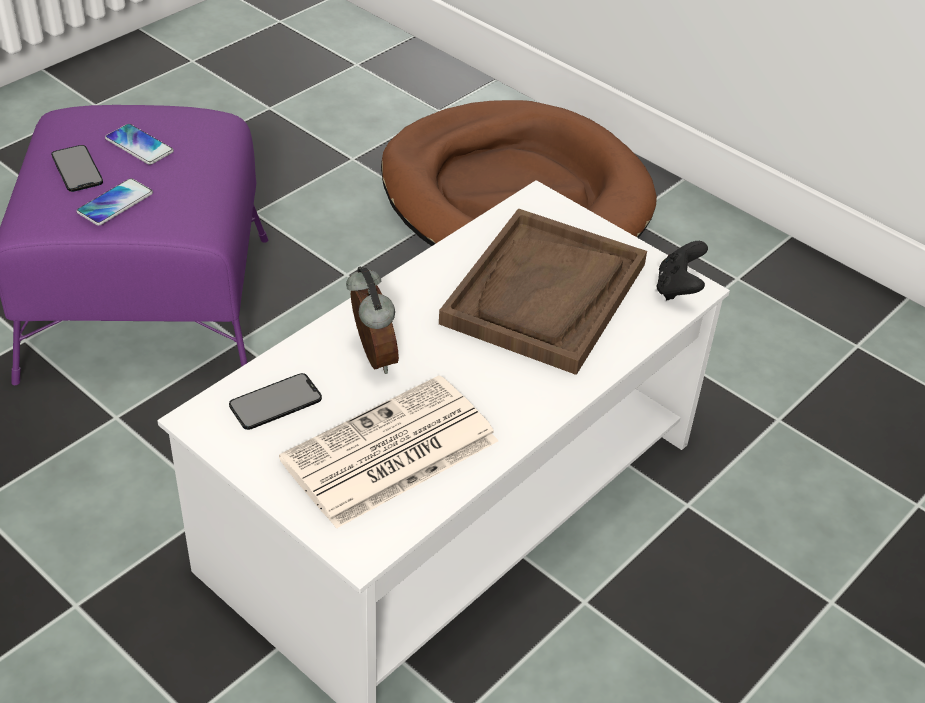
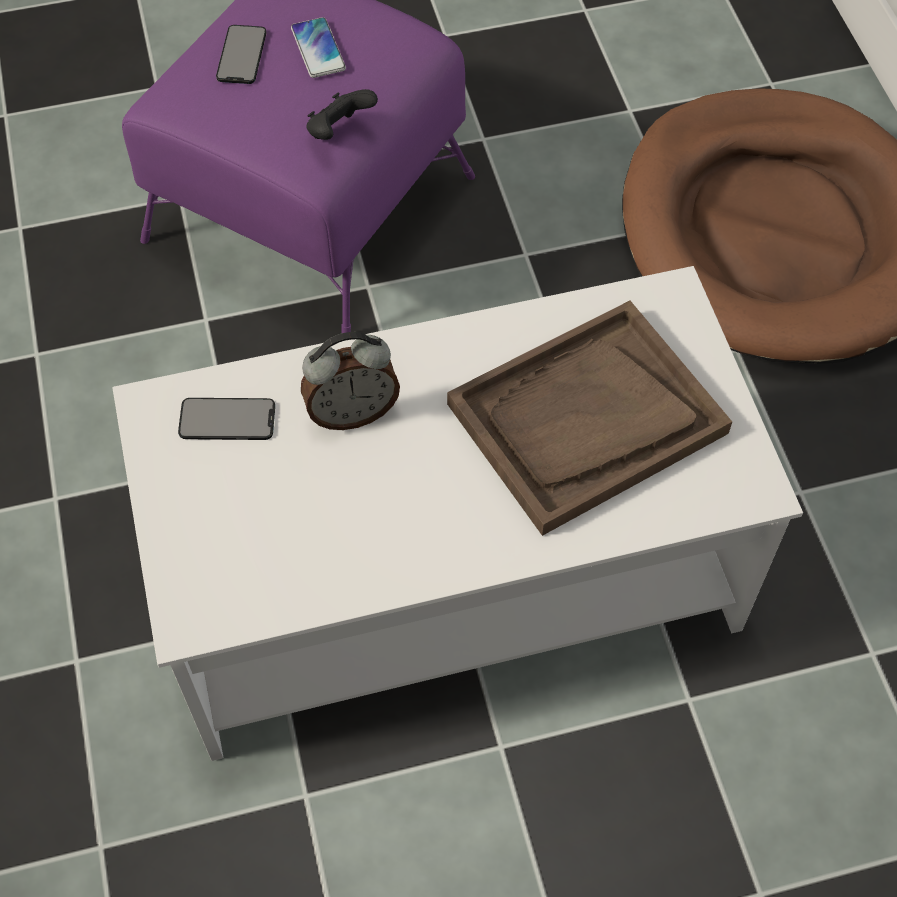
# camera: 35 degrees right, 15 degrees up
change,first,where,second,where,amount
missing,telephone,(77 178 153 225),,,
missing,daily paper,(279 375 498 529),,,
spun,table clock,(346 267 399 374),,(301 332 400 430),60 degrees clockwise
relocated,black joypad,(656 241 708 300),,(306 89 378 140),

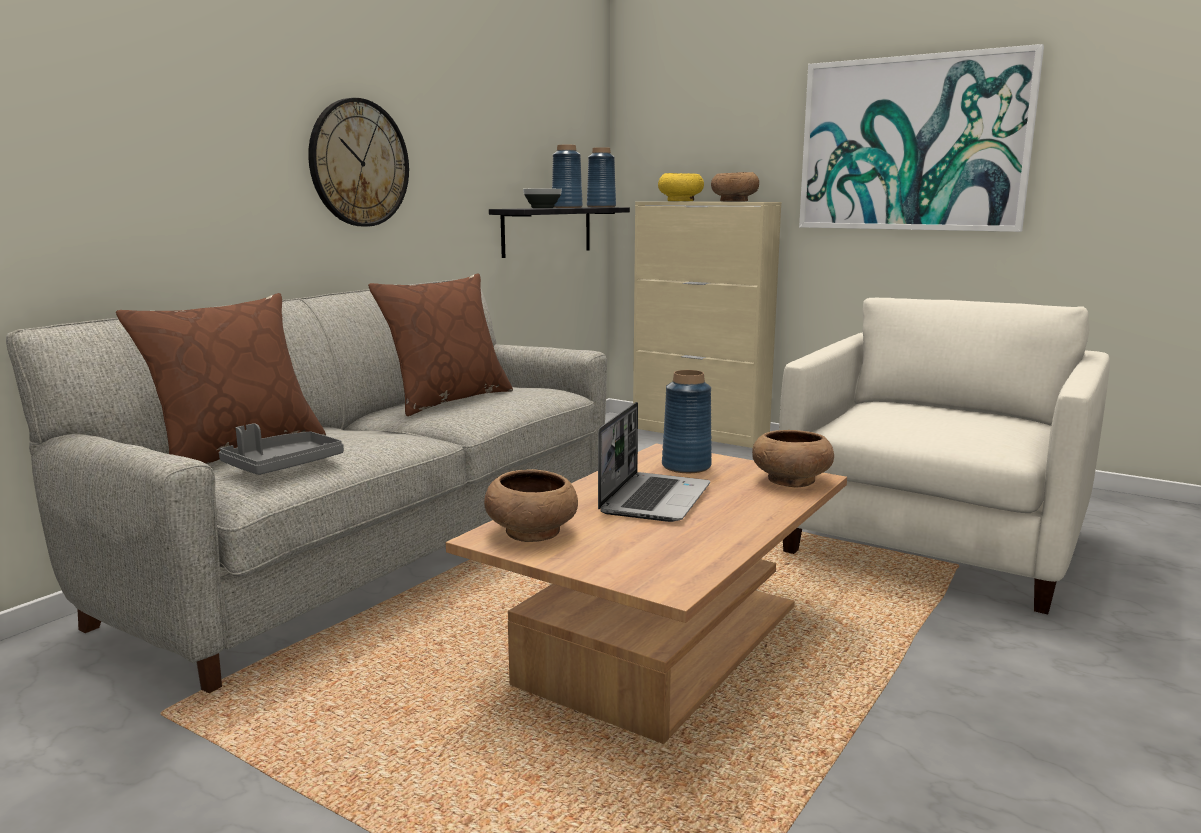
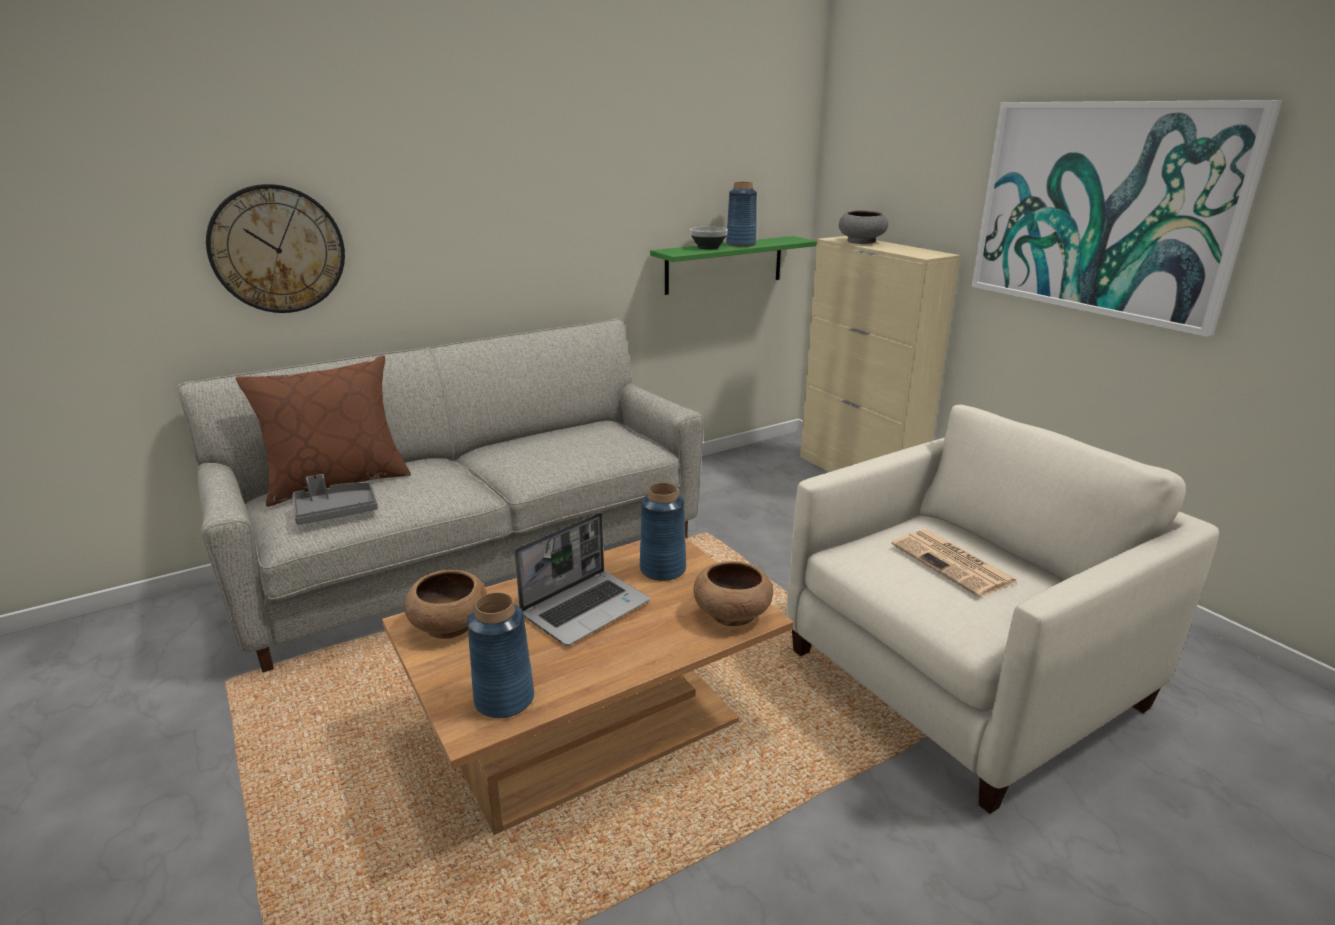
# camera: 25 degrees right, 10 degrees up
change,first,where,second,where,amount
relocated,wall clock,(308 98 409 227),,(206 184 345 313),
missing,brownish pillow,(368 273 513 416),,,
colour,black wall shelf,(489 207 630 258),green wall shelf,(650 236 817 295),
relocated,blue decorative vase,(587 147 616 207),,(467 592 534 718),
colour,yellowish serving bowl,(658 173 704 201),gray serving bowl,(839 210 888 244),
missing,brownish serving bowl,(711 172 759 202),,,
appeared,,,daily paper,(891 529 1018 597),

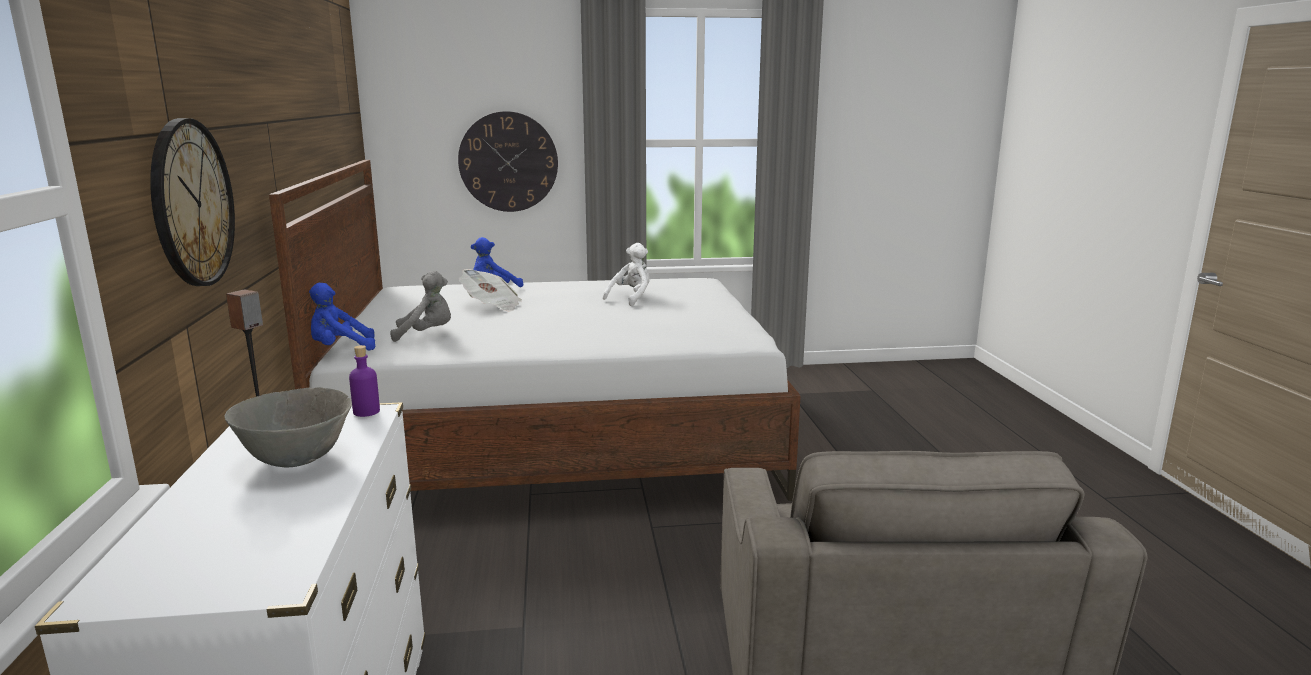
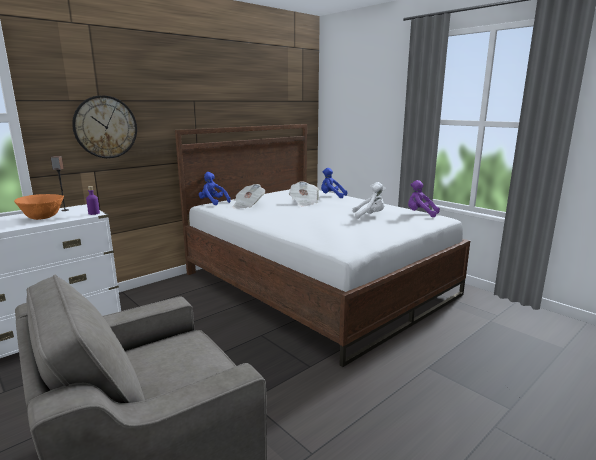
# camera: 55 degrees right, 0 degrees up
change,first,where,second,where,amount
colour,gray serving bowl,(225 387 352 467),orange serving bowl,(14 194 64 220),
exchanged,gray plush toy,(390 271 451 342),daily paper,(233 184 265 209),
missing,wall clock,(458 111 558 212),,,
appeared,,,purple-coloured plush toy,(408 180 440 217),

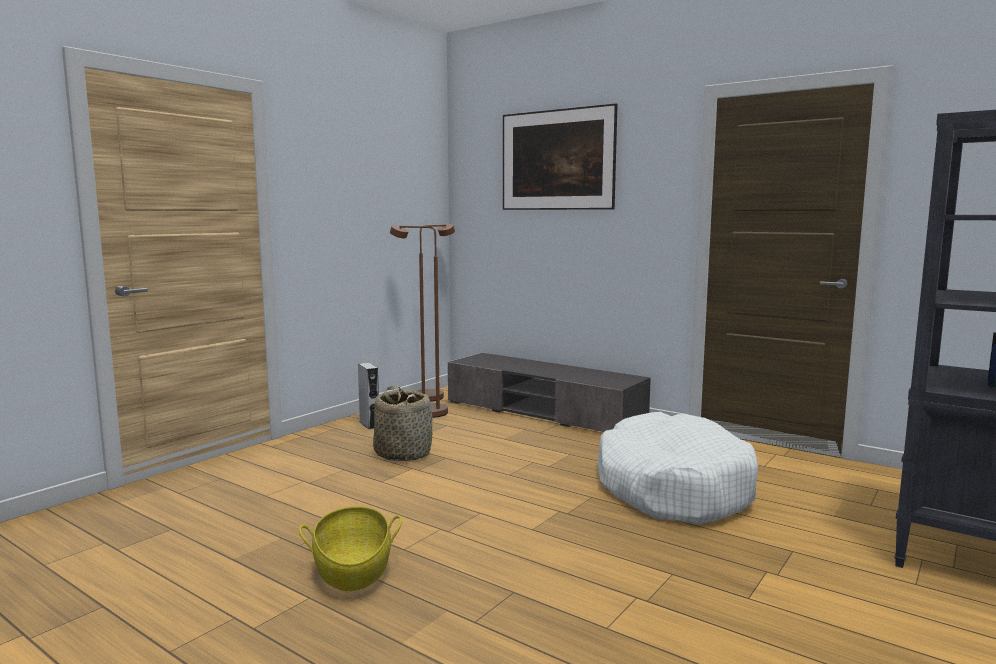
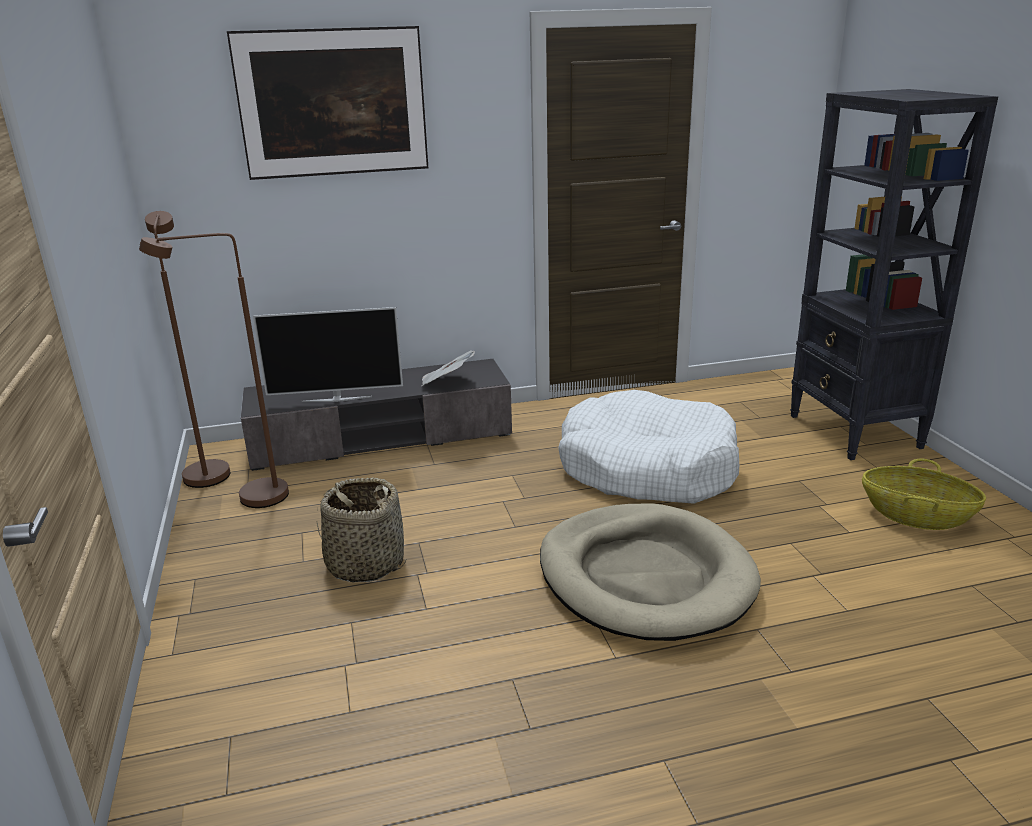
# camera: 50 degrees left, 15 degrees up
change,first,where,second,where,amount
relocated,basket,(299 506 402 591),,(862 459 986 530),
missing,gray speaker,(358 362 379 430),,,
appeared,,,television,(253 307 403 402),
appeared,,,daily paper,(422 350 475 386),
appeared,,,beige-coloured dog cushion,(540 503 761 641),

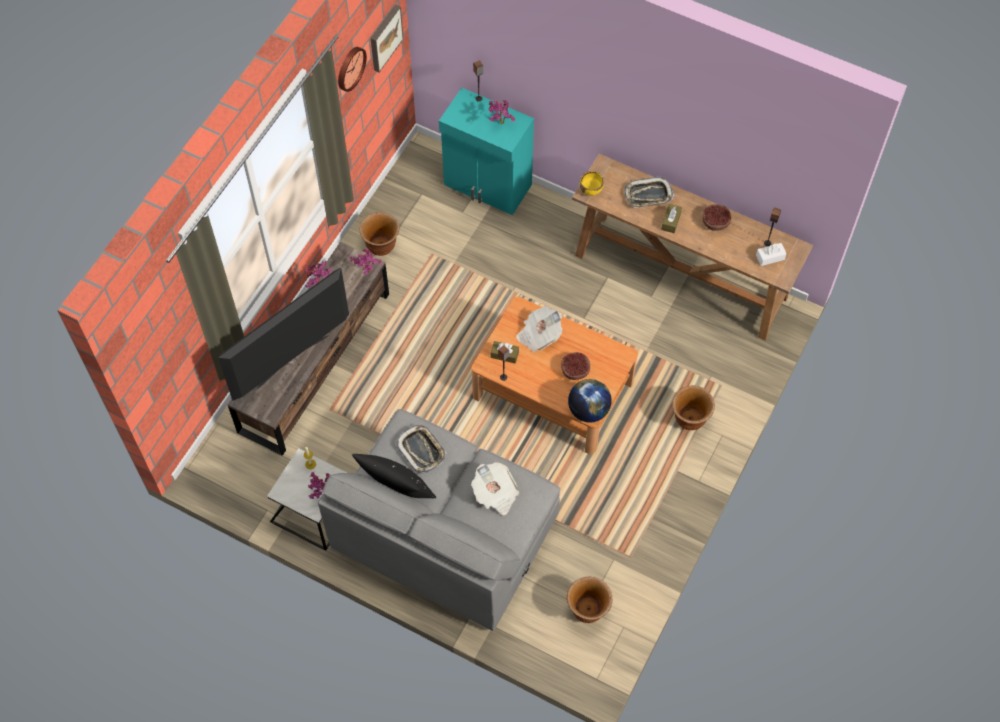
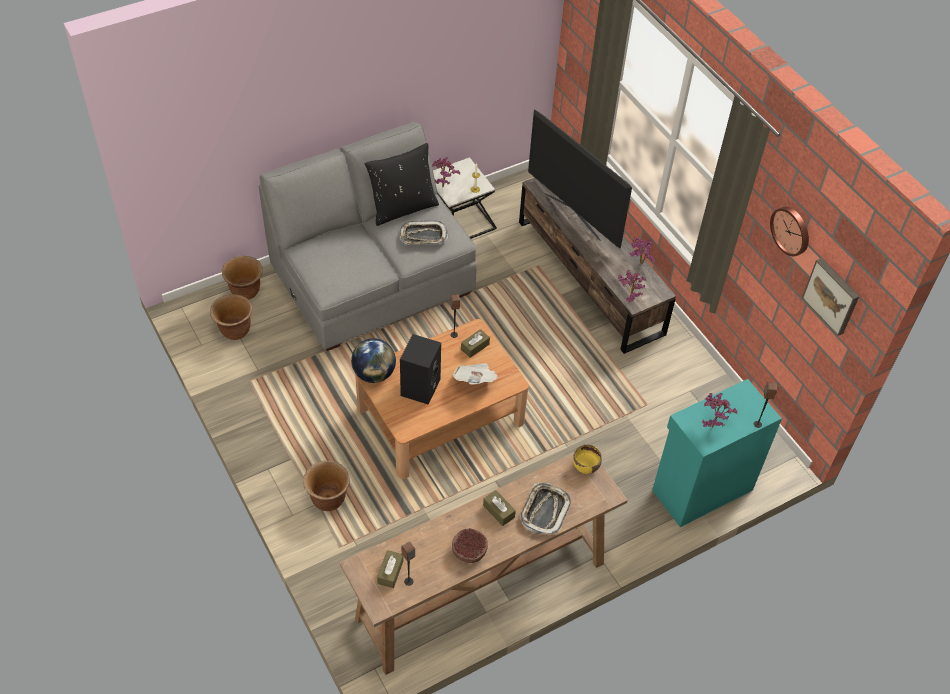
# camera: 120 degrees right, 10 degrees down
change,first,where,second,where,amount
spun,television,(218 268 349 401),,(528 109 632 249),150 degrees clockwise
relocated,brownish plant pot,(360 212 399 256),,(222 256 263 300),
missing,daily paper,(471 462 519 515),,,
exchanged,serving bowl,(561 352 590 380),black speaker,(400 334 441 405),
colour,white-coloured tissue holder,(756 243 787 266),brownish tissue holder,(377 550 403 588),

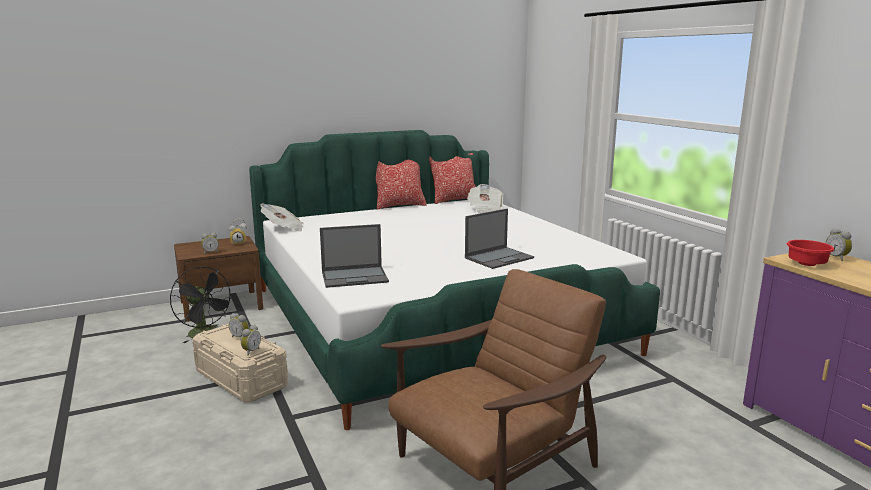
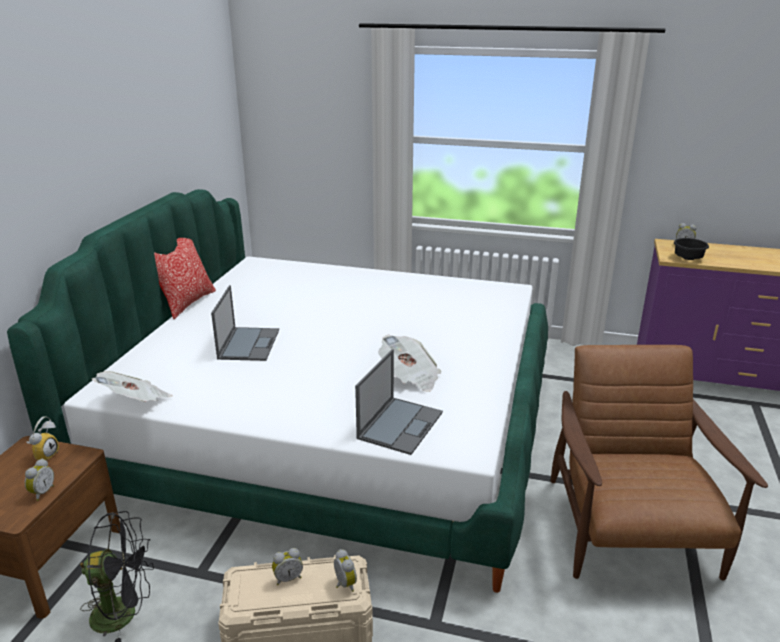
# camera: 50 degrees left, 10 degrees up
change,first,where,second,where,amount
missing,pillow,(429 153 476 204),,,
relocated,portable computer,(465 208 534 269),,(211 285 279 361),
relocated,daily paper,(467 184 504 213),,(378 335 441 392),
colour,red serving bowl,(787 240 834 266),black serving bowl,(674 238 709 260),

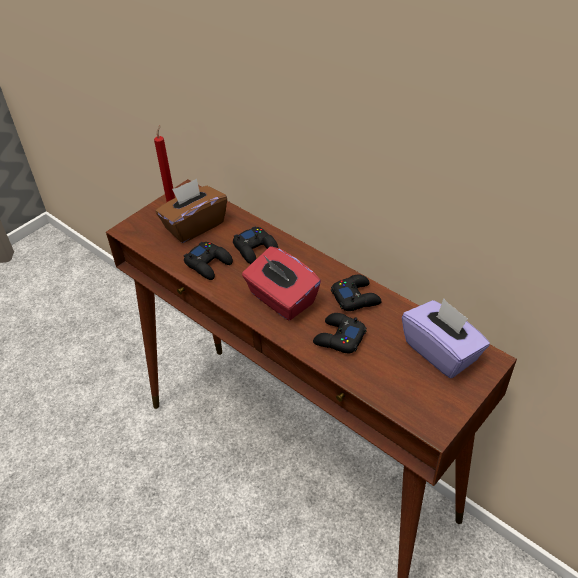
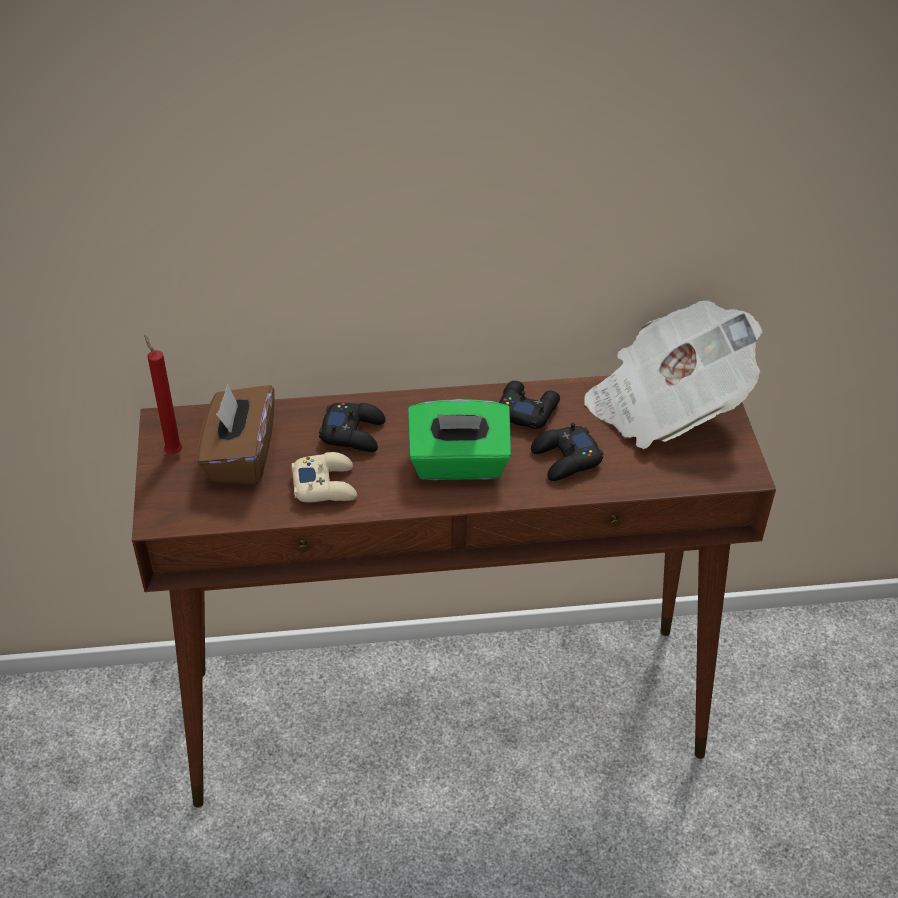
# camera: 50 degrees left, 0 degrees up
change,first,where,second,where,amount
colour,black joypad,(184 242 233 280),beige-coloured joypad,(292 452 357 503),
colour,red tissue holder,(242 246 321 320),green tissue holder,(408 399 511 480),
exchanged,purple-coloured tissue holder,(402 298 490 378),daily paper,(584 300 763 449),

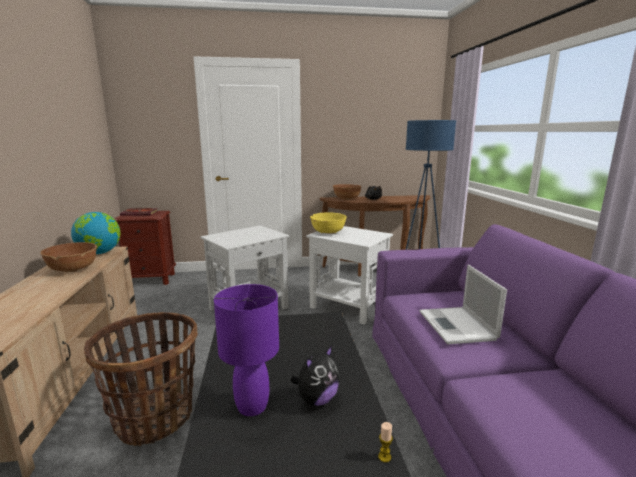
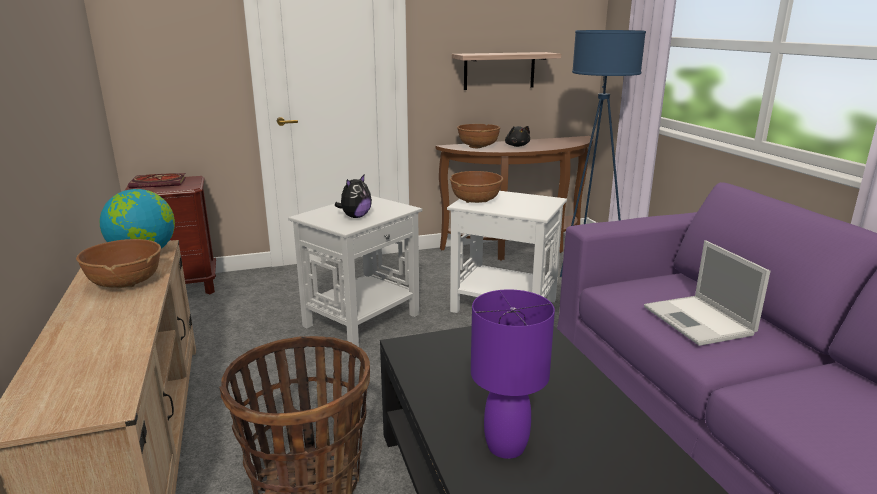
# camera: 10 degrees left, 5 degrees up
change,first,where,second,where,amount
relocated,plush toy,(290 346 340 406),,(335 174 372 218),
colour,yellowish serving bowl,(310 212 347 234),brownish serving bowl,(450 171 503 203),
missing,wax light,(378 422 393 463),,,
appeared,,,wall shelf,(452 52 561 90),

